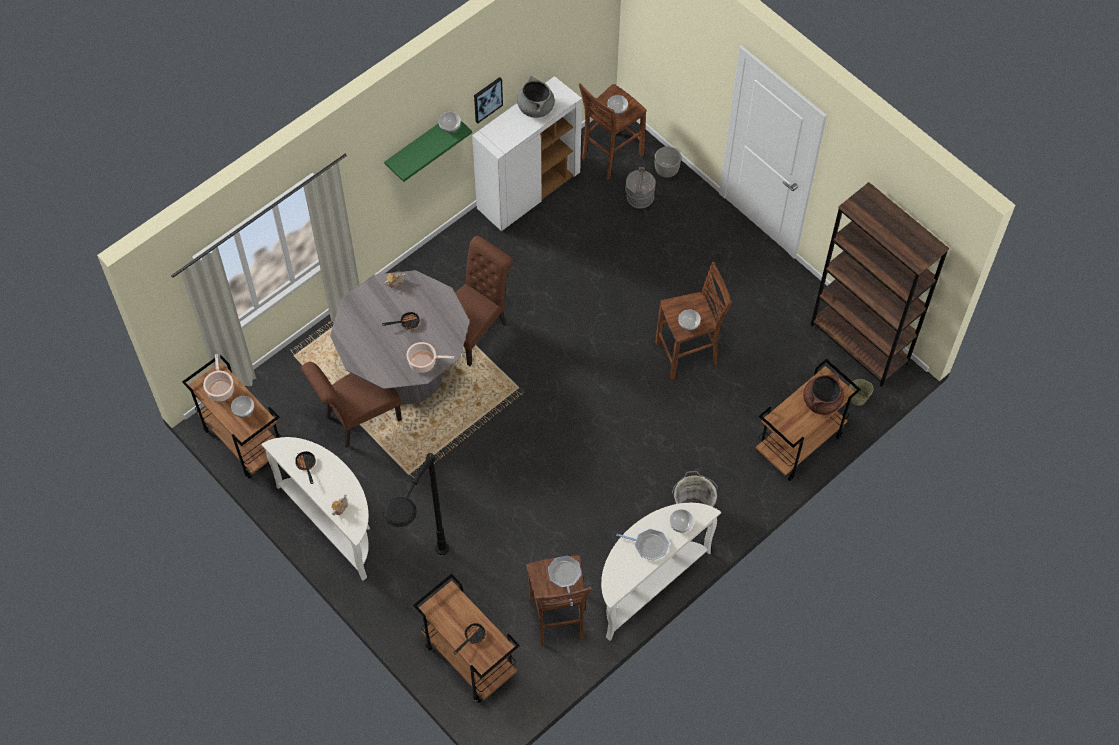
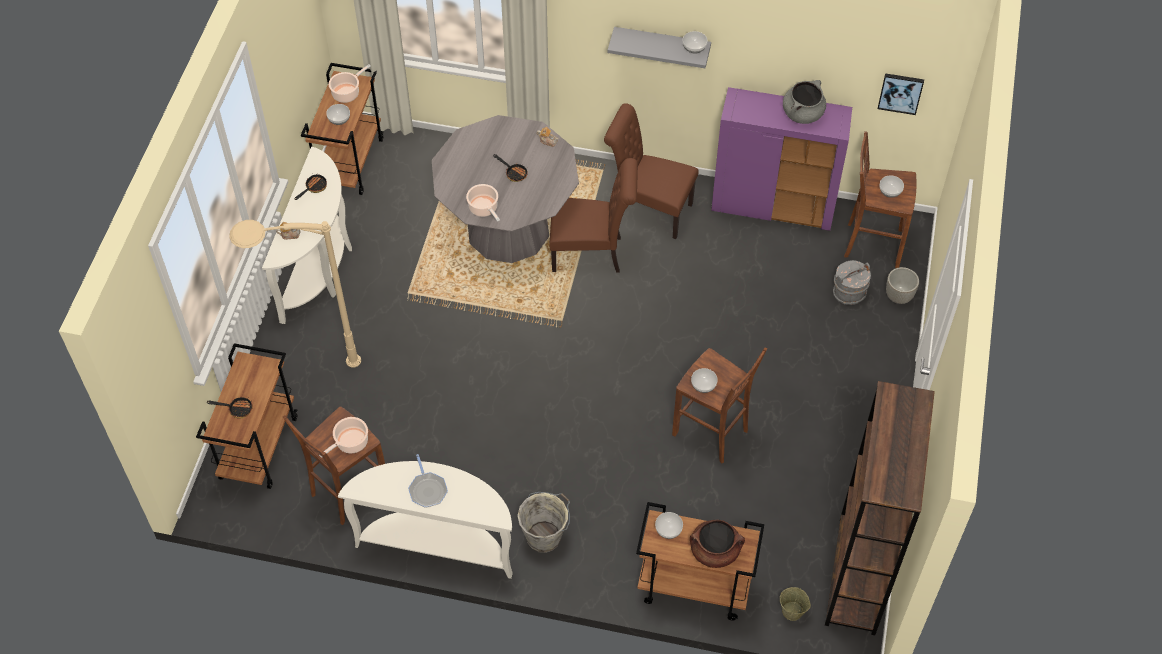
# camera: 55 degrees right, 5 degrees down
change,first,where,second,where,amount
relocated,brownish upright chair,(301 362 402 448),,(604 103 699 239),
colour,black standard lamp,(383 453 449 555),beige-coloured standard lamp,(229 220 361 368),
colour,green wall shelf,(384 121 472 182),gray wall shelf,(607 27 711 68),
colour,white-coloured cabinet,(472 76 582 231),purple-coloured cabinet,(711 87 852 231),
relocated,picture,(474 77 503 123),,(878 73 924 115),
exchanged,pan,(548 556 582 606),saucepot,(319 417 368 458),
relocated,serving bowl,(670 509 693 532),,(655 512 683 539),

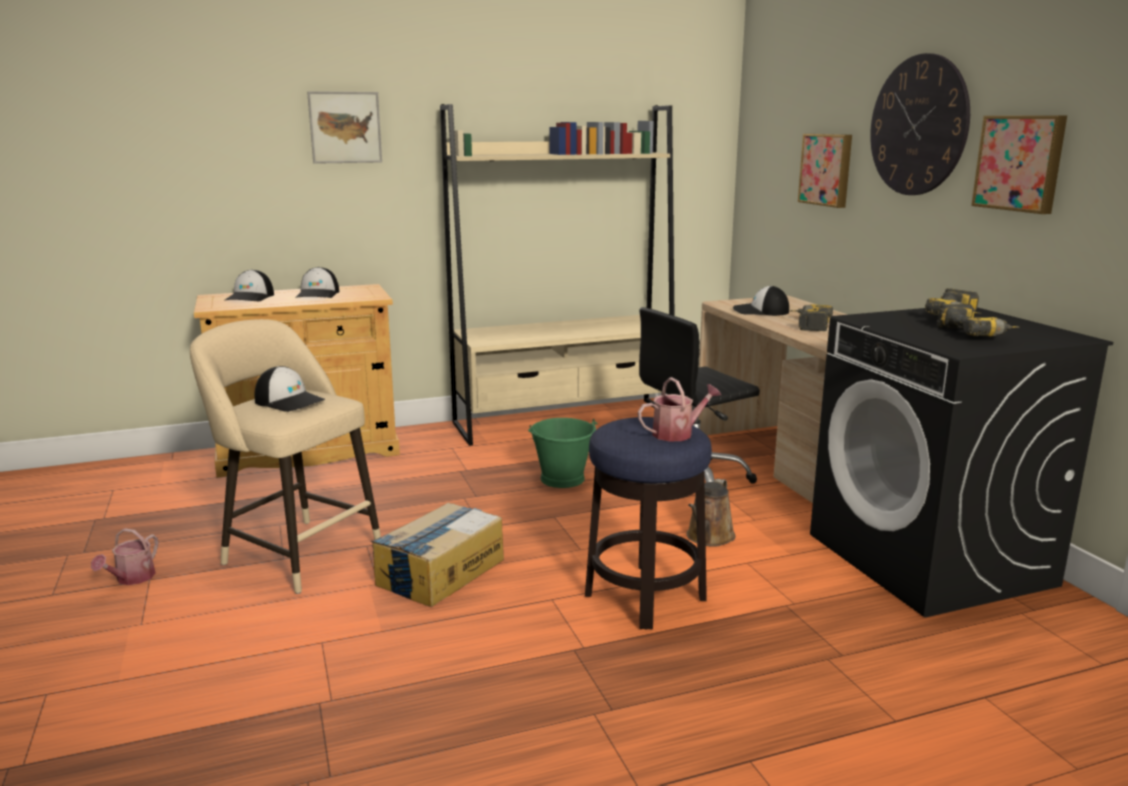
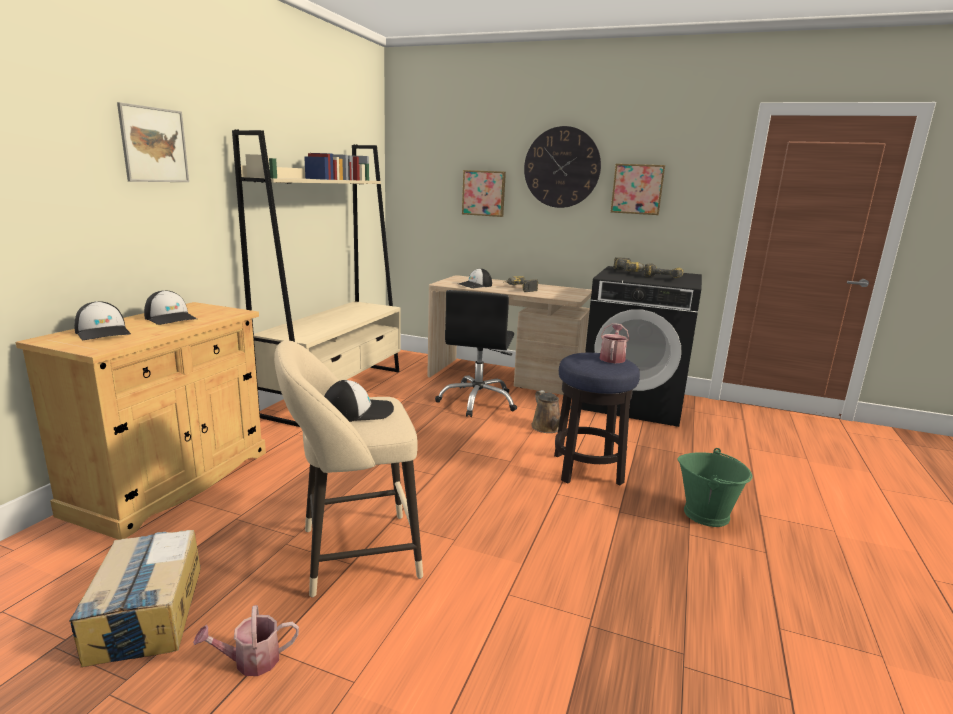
# camera: 50 degrees left, 0 degrees up
change,first,where,second,where,amount
spun,sprinkling can,(91 528 158 585),,(193 605 299 676),105 degrees clockwise
relocated,cardboard box,(371 503 504 607),,(69 530 201 667),
relocated,green bucket,(528 418 598 488),,(677 448 753 527),

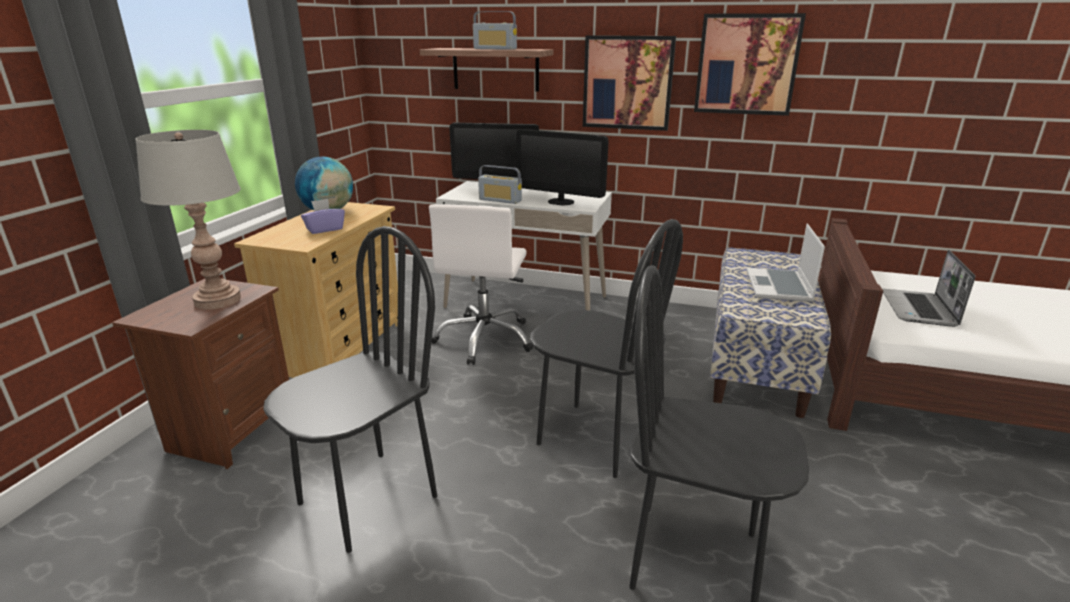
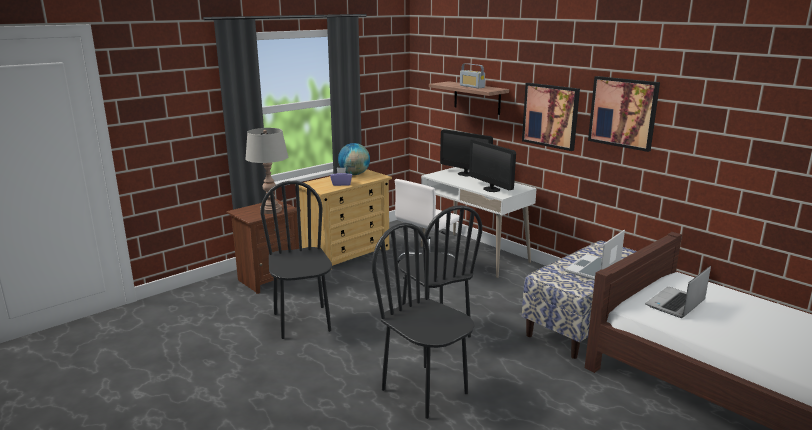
# camera: 30 degrees right, 5 degrees down
change,first,where,second,where,amount
spun,black upright chair,(263 226 437 553),,(261 181 332 339),90 degrees counterclockwise
missing,radio,(478 165 522 204),,,

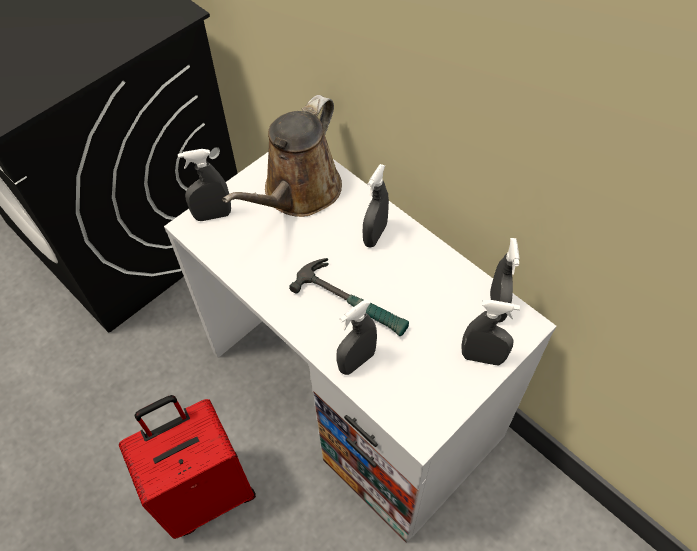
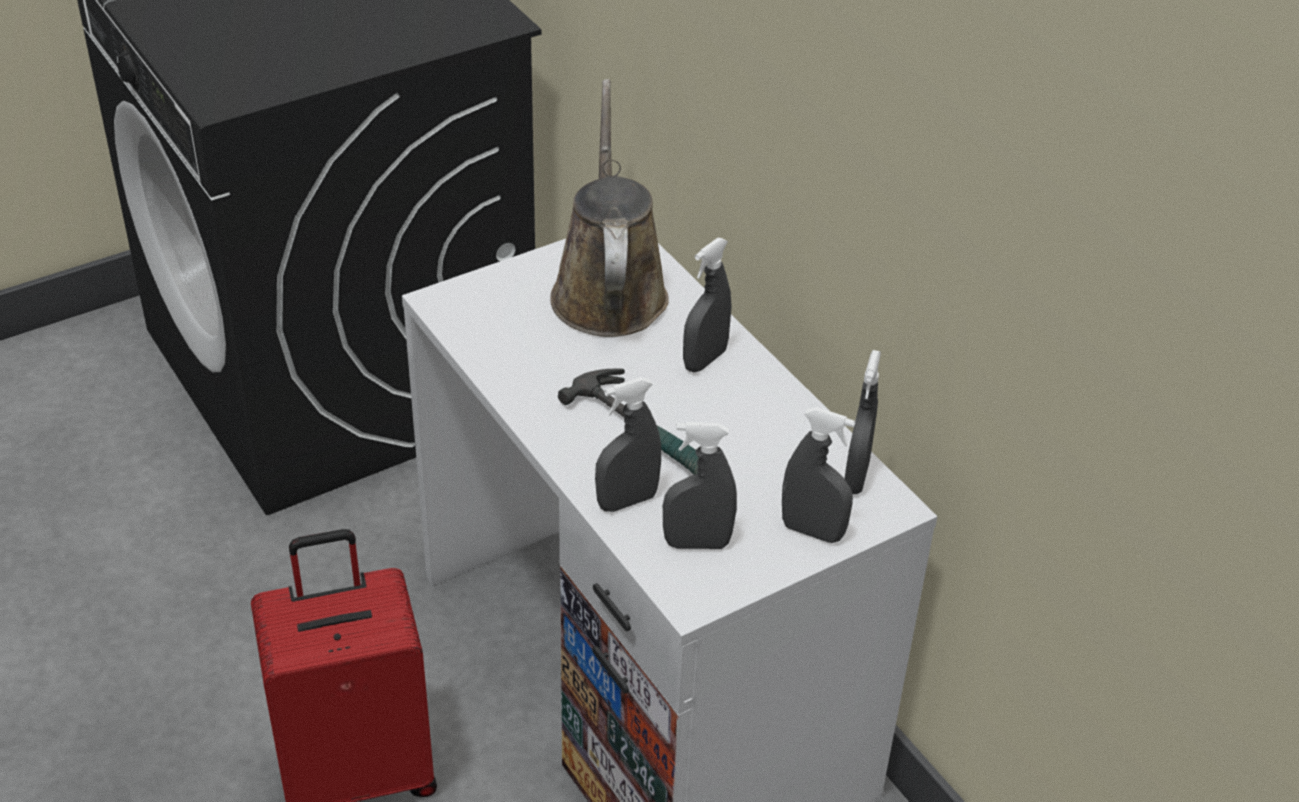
# camera: 10 degrees right, 15 degrees down
change,first,where,second,where,amount
relocated,gray sprayer,(178 149 231 221),,(663 422 737 549),
spun,brownish sprinkling can,(222 95 342 217),,(550 79 669 337),135 degrees clockwise

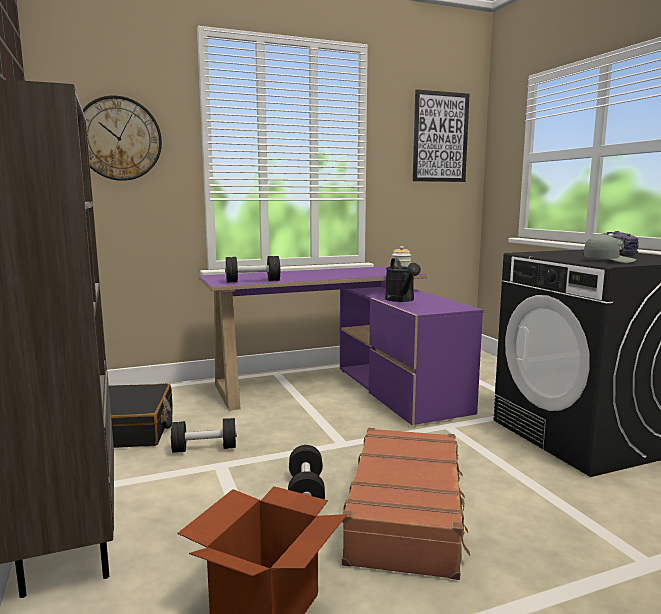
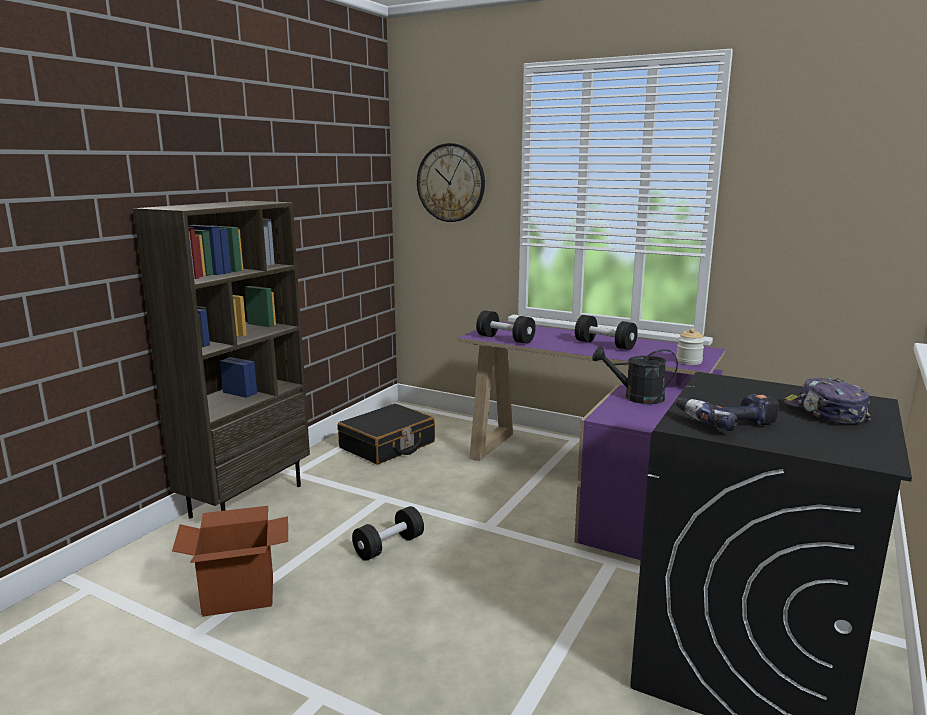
# camera: 50 degrees right, 5 degrees up
change,first,where,second,where,amount
relocated,black free weight,(171 418 237 453),,(575 315 638 350),
missing,brownish piece of luggage,(342 428 470 580),,,
spun,black sprinkling can,(385 258 421 302),,(592 347 678 404),60 degrees clockwise
missing,picture,(413 89 469 182),,,
exchanged,gray peaked cap,(584 234 636 263),power drill,(676 394 779 431),

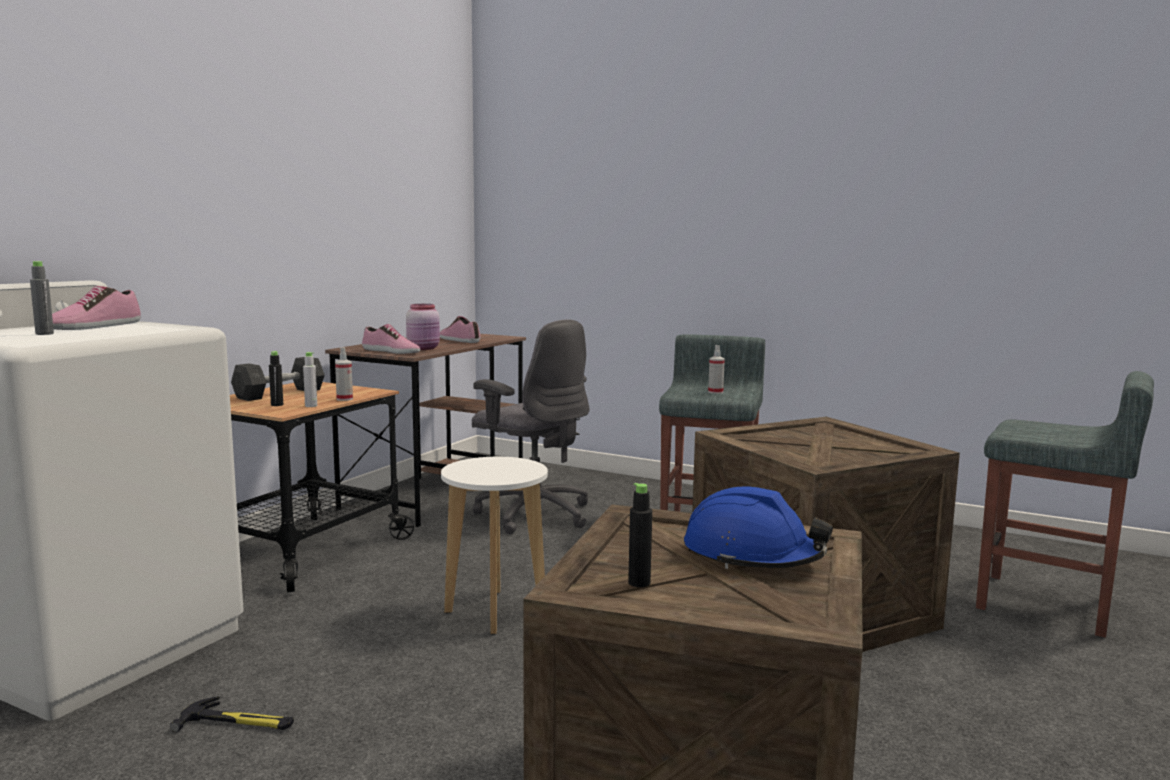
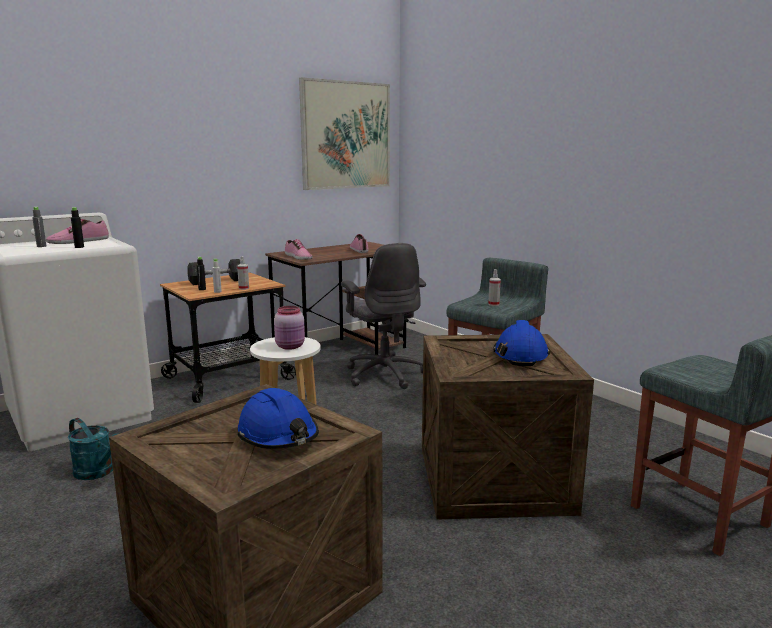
# camera: 25 degrees right, 5 degrees up
change,first,where,second,where,amount
exchanged,hand hammer,(170 696 294 732),blue-green sprinkling can,(68 418 117 480),
relocated,pinkish storage jar,(406 304 440 350),,(274 306 305 350),
relocated,black bottle,(628 483 652 587),,(71 207 84 248),
appeared,,,picture,(299 77 390 190),
appeared,,,blue hard hat,(493 320 550 366),

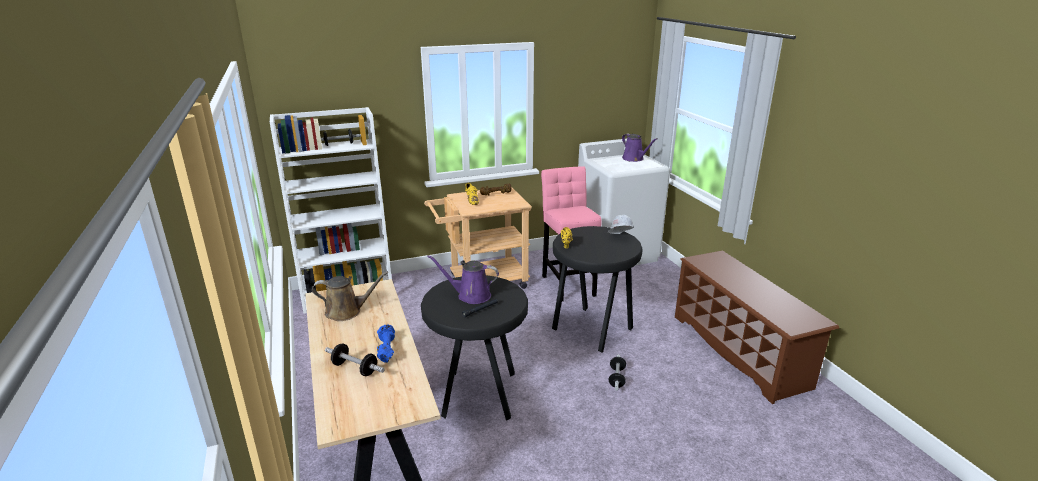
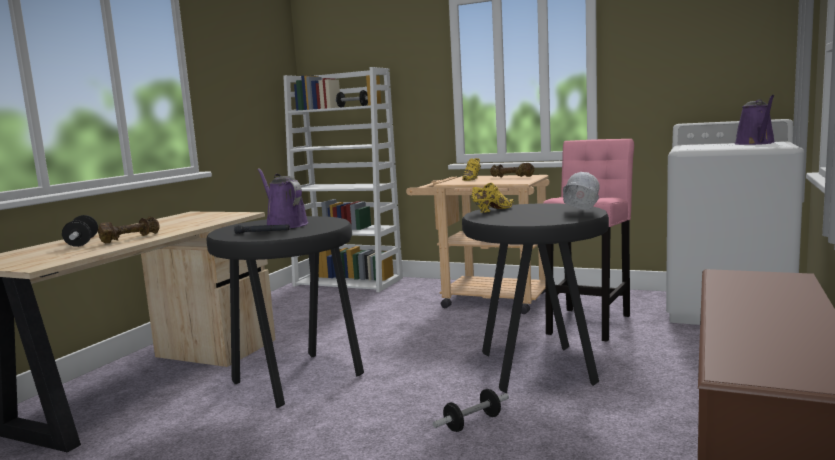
# camera: 45 degrees right, 15 degrees down
change,first,where,second,where,amount
missing,brownish sprinkling can,(312 271 388 321),,,
colour,blue free weight,(377 325 395 363),brownish free weight,(97 217 160 243),

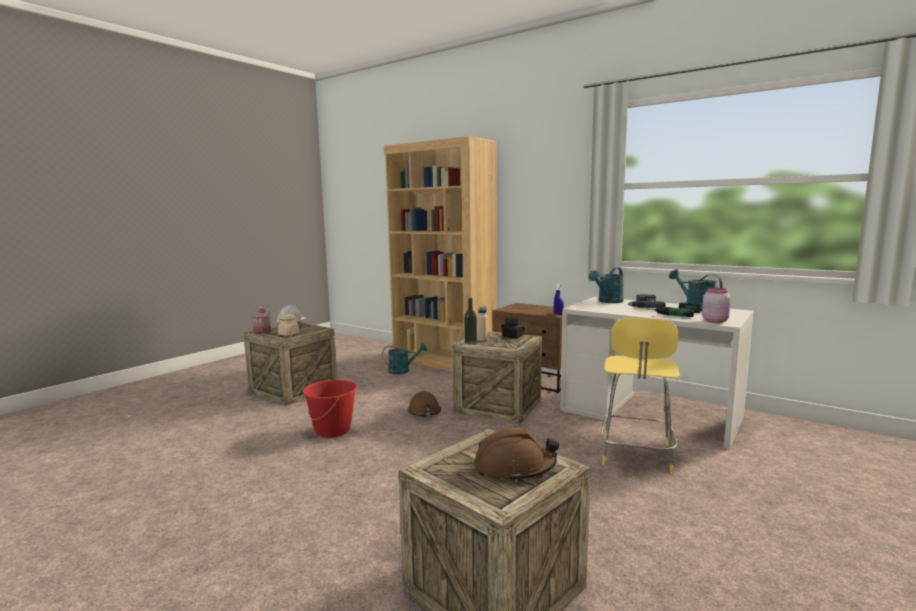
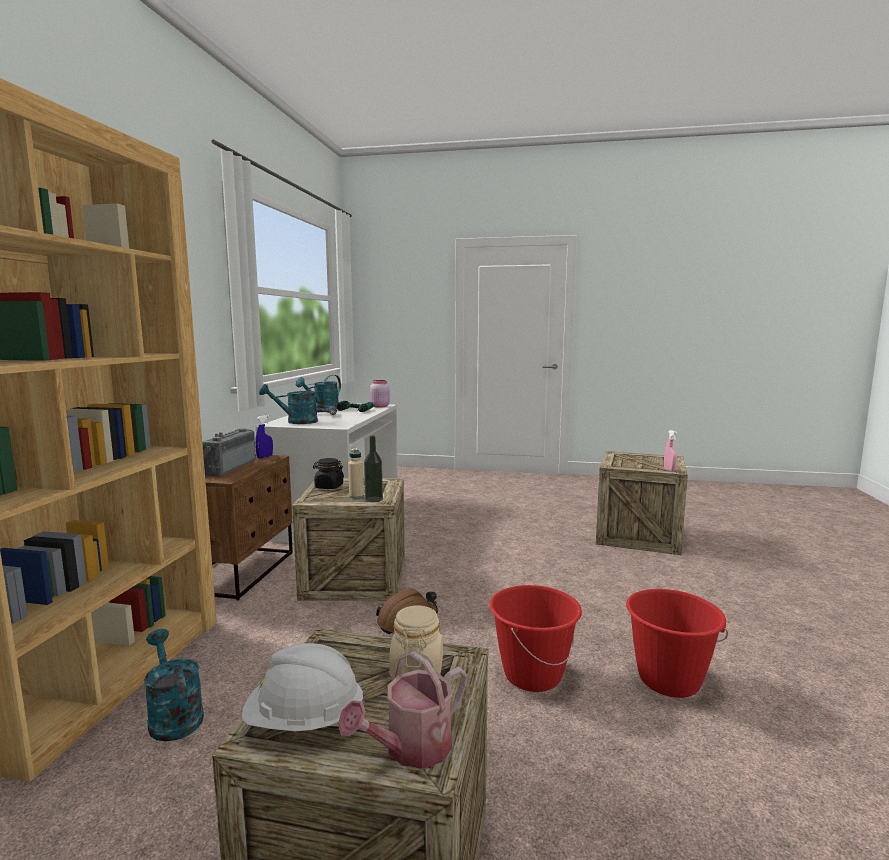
# camera: 115 degrees left, 0 degrees up
change,first,where,second,where,amount
missing,brownish hard hat,(474 428 559 482),,,
spun,blue-green sprinkling can,(589 267 624 303),,(259 384 324 424),150 degrees clockwise
missing,yellowish stool seat,(600 318 680 474),,,
appeared,,,radio,(202 428 256 476),
appeared,,,red bucket,(626 589 728 698),
appeared,,,pinkish sprayer,(664 430 677 472),

